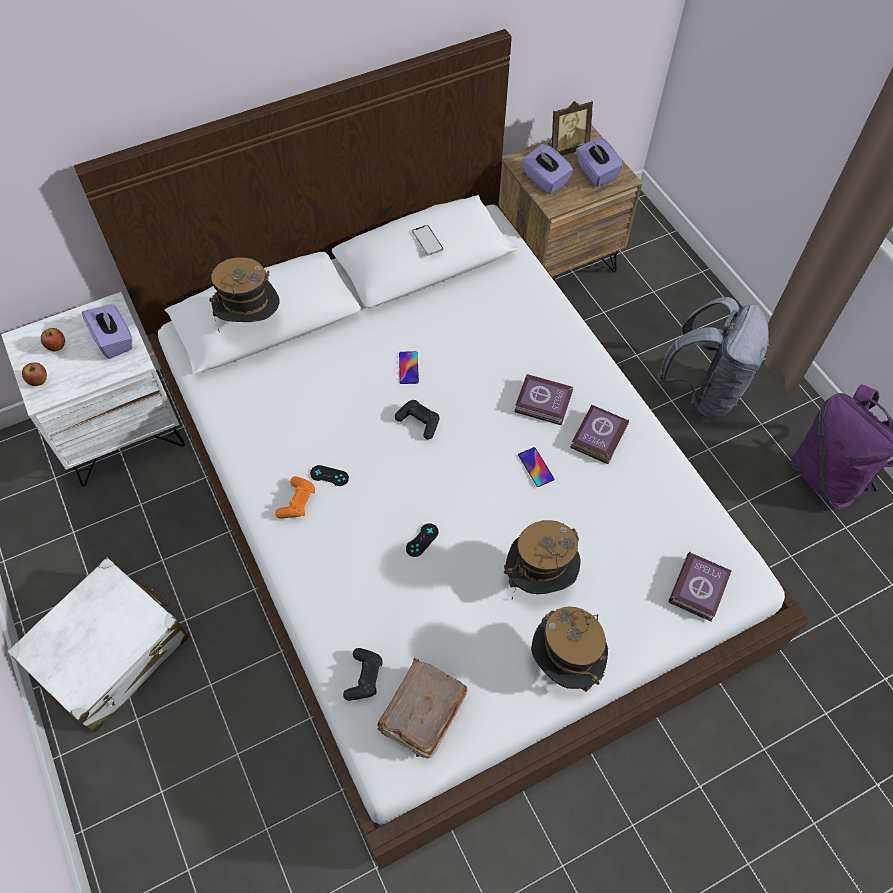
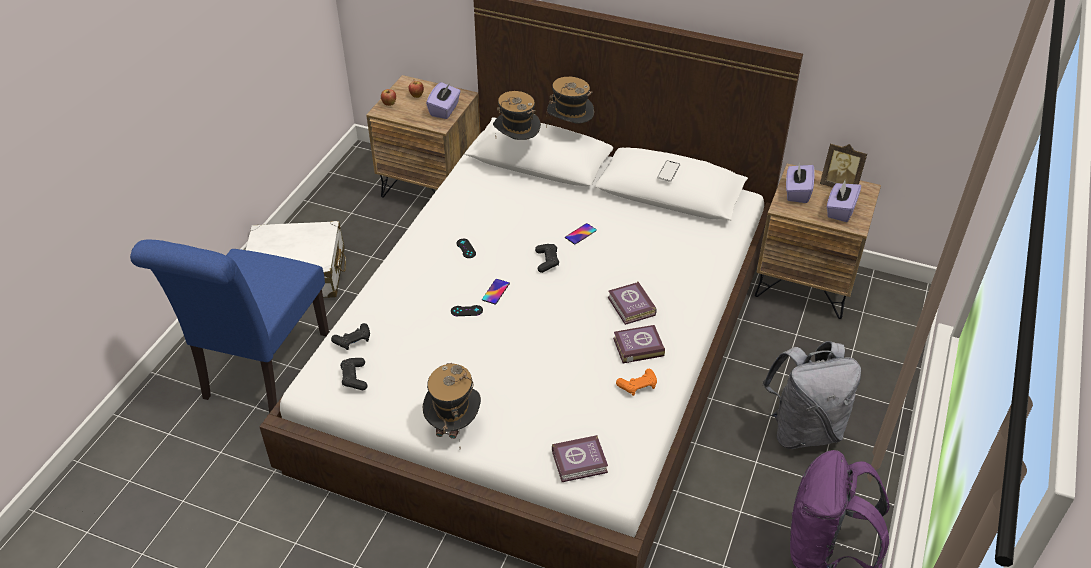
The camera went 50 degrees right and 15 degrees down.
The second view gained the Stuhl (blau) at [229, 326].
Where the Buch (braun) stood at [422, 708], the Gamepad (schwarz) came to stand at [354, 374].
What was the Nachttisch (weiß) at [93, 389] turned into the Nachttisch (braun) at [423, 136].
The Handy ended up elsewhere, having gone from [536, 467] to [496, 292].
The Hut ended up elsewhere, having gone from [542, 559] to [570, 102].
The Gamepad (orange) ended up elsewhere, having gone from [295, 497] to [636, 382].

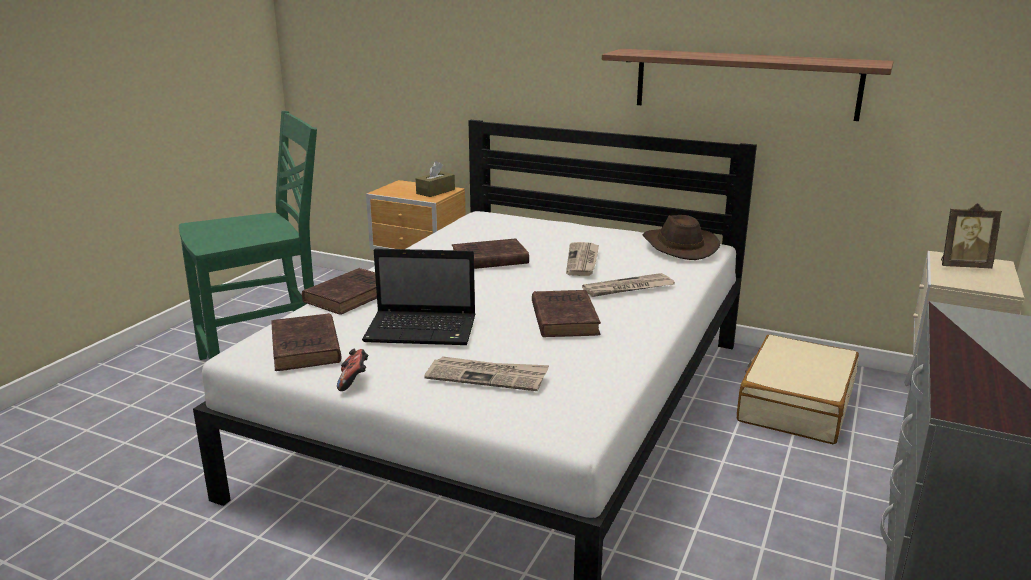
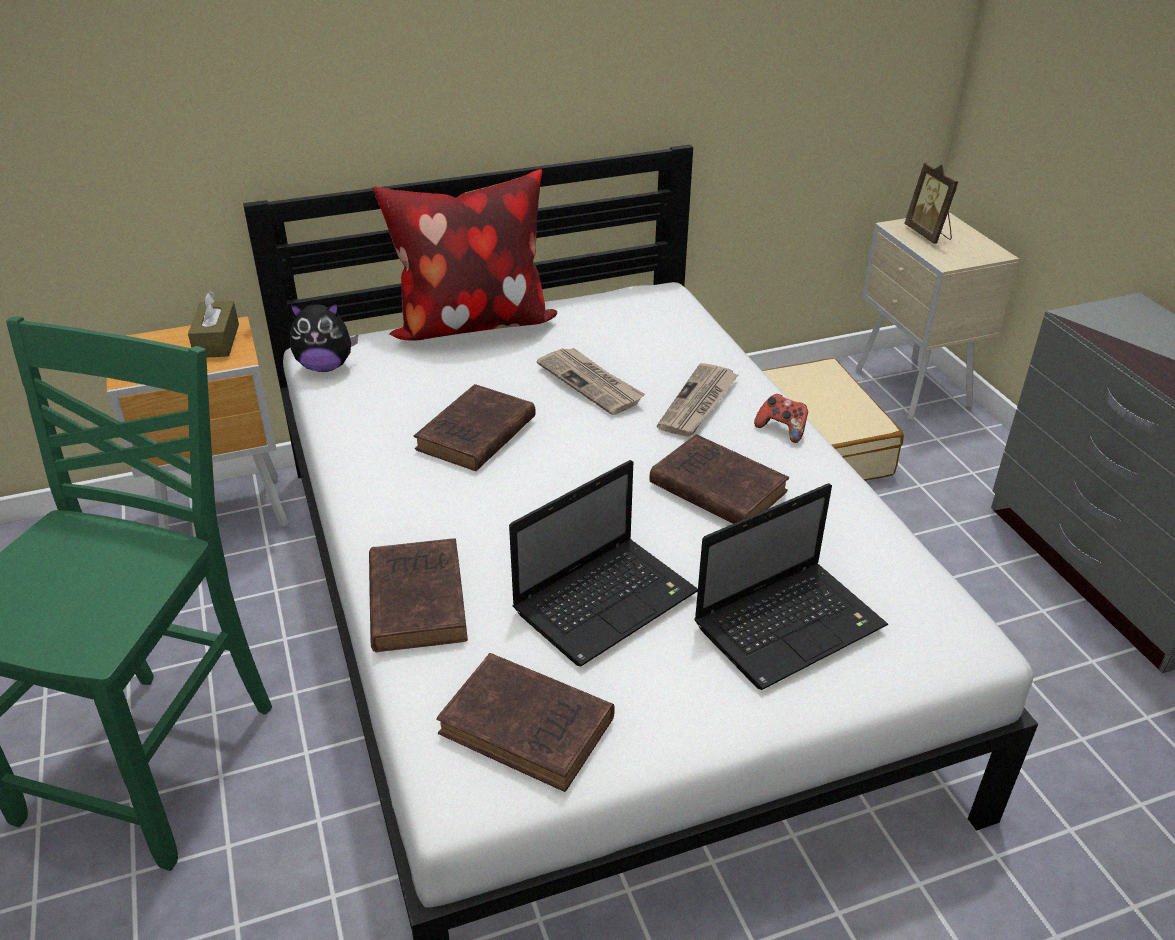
The camera went 45 degrees left and 15 degrees up.
The second view gained the Plüschtier at [324, 337].
The second view gained the Kissen at [464, 254].
Where the Zeitung stood at [486, 373], the Laptop came to stand at [791, 586].
The Gamepad ended up elsewhere, having gone from [352, 370] to [781, 418].
The Bilderrahmen at [971, 235] ended up facing another way, 105 degrees clockwise from before.
The second view lost the Wandregal at [748, 85].
The second view lost the Hut (braun) at [681, 237].

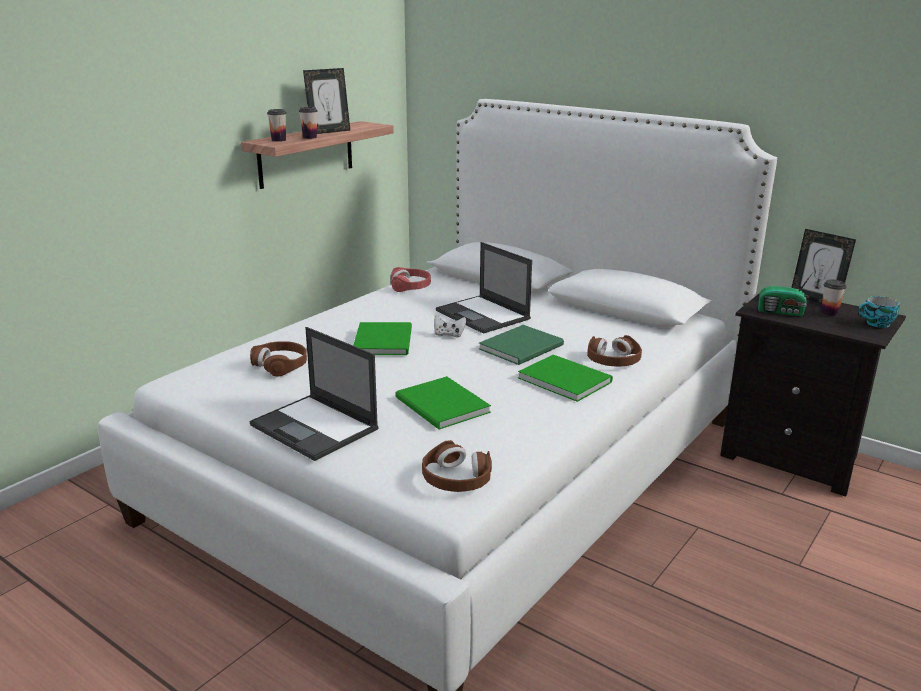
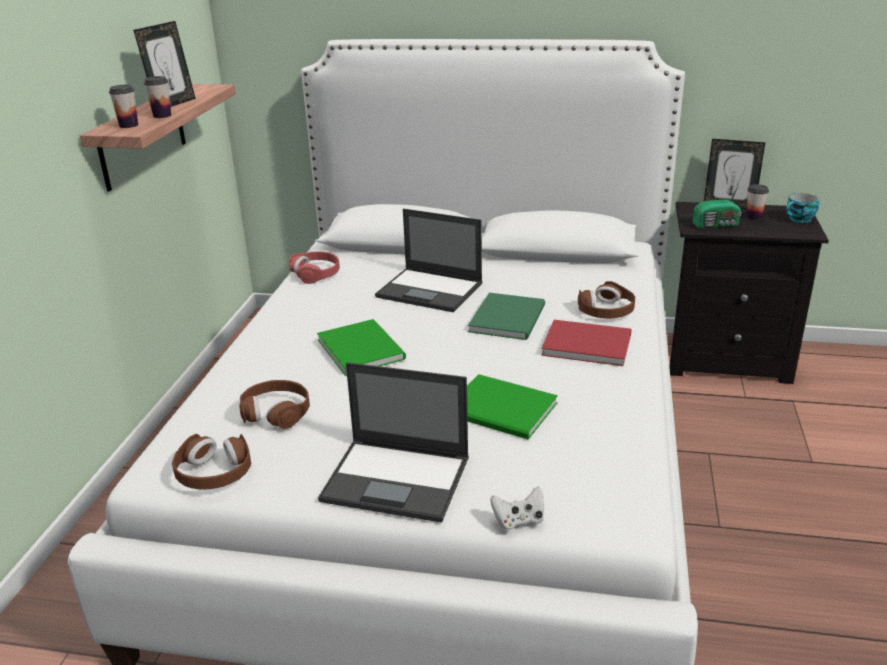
The camera went 25 degrees left and 5 degrees up.
The Kopfhörer (braun) ended up elsewhere, having gone from [457, 466] to [211, 462].
The Gamepad (weiß) ended up elsewhere, having gone from [450, 326] to [517, 508].
What was the Buch (grün) at [565, 378] turned into the Buch (rot) at [586, 343].

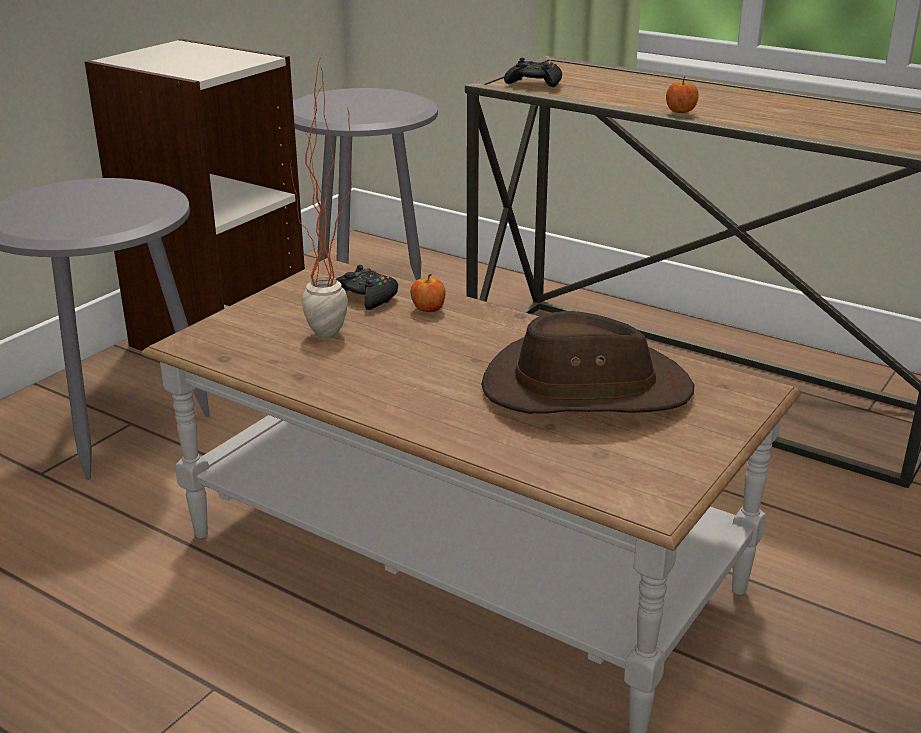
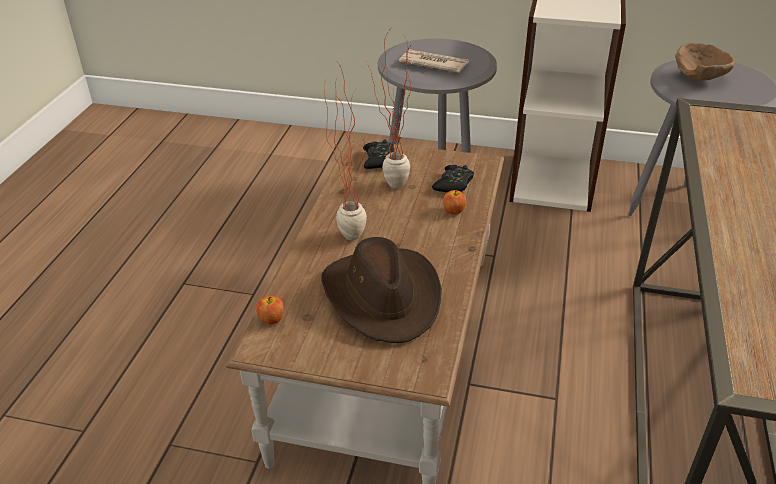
The camera went 70 degrees right and 10 degrees up.
The Apfel ended up elsewhere, having gone from [682, 94] to [270, 310].
The second view gained the Topfpflanze at [345, 151].
The Gamepad (schwarz) ended up elsewhere, having gone from [533, 72] to [378, 154].
The second view gained the Zeitung at [434, 61].
The second view gained the Schüssel (braun) at [705, 62].

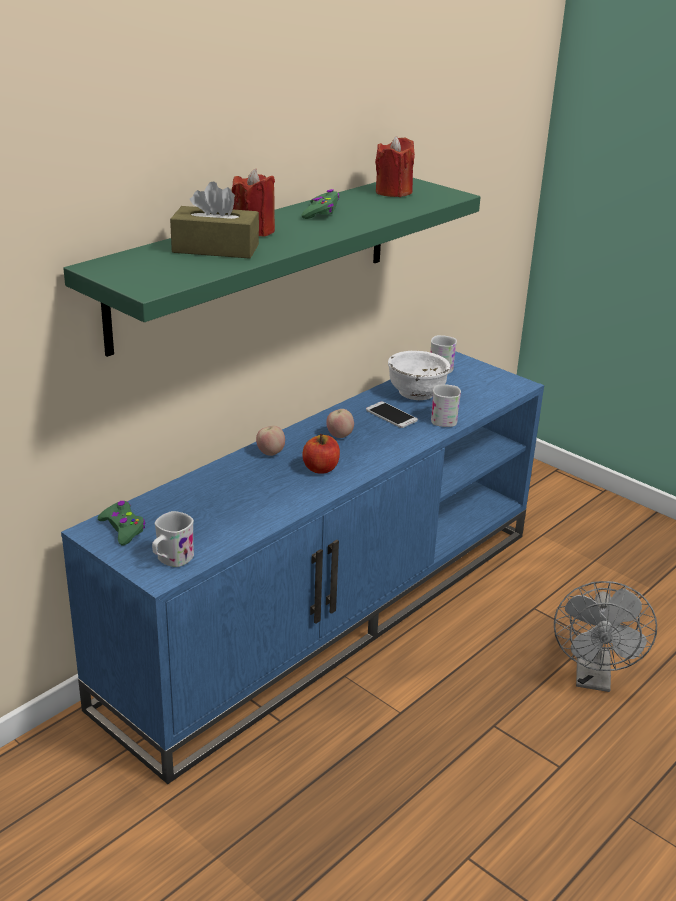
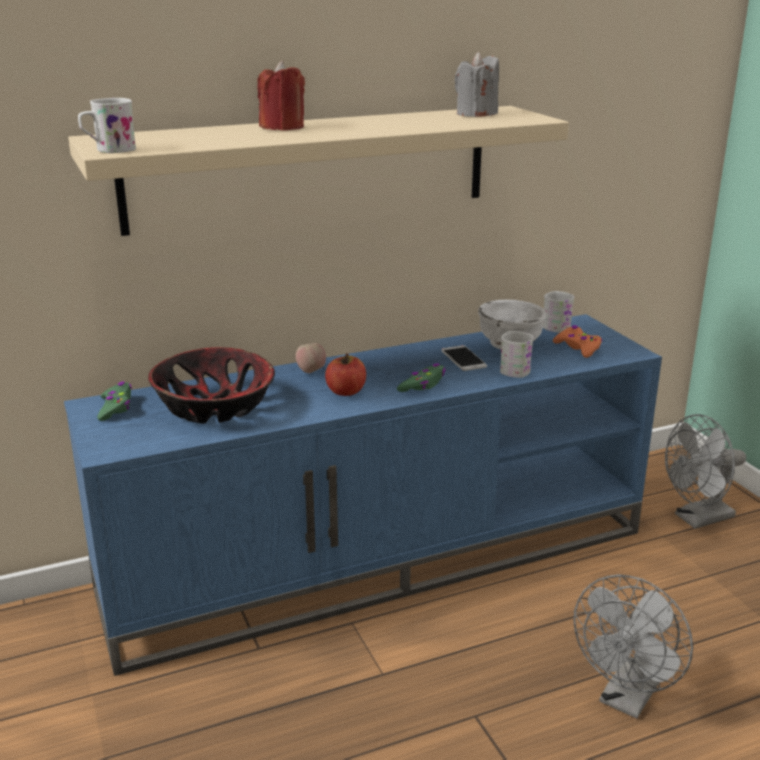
The camera went 25 degrees right and 5 degrees down.
What was the Wandregal (grün) at [272, 267] turned into the Wandregal (beige) at [318, 171].
The Henkelbecher (weiß) ended up elsewhere, having gone from [173, 539] to [107, 125].
The second view gained the Schüssel at [211, 385].
The Gamepad (grün) ended up elsewhere, having gone from [320, 204] to [421, 377].
What was the Kerze (rot) at [395, 166] turned into the Kerze (grau) at [477, 84].
The second view gained the Gamepad (orange) at [577, 341].
The second view gained the Ventilator (grau) at [705, 471].
The second view lost the Taschentuchbox (braun) at [214, 220].
The second view lost the Apfel at [340, 423].

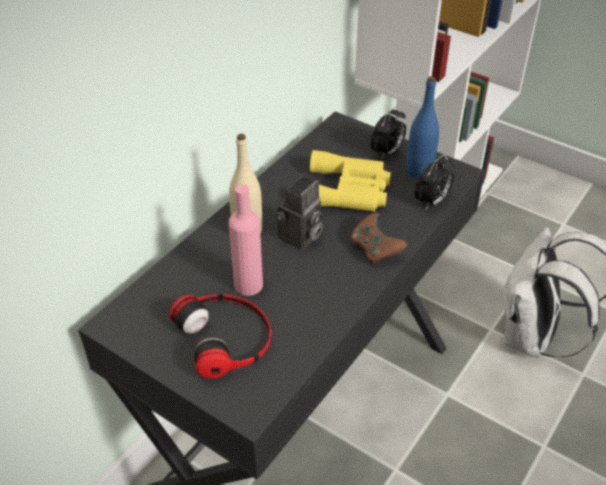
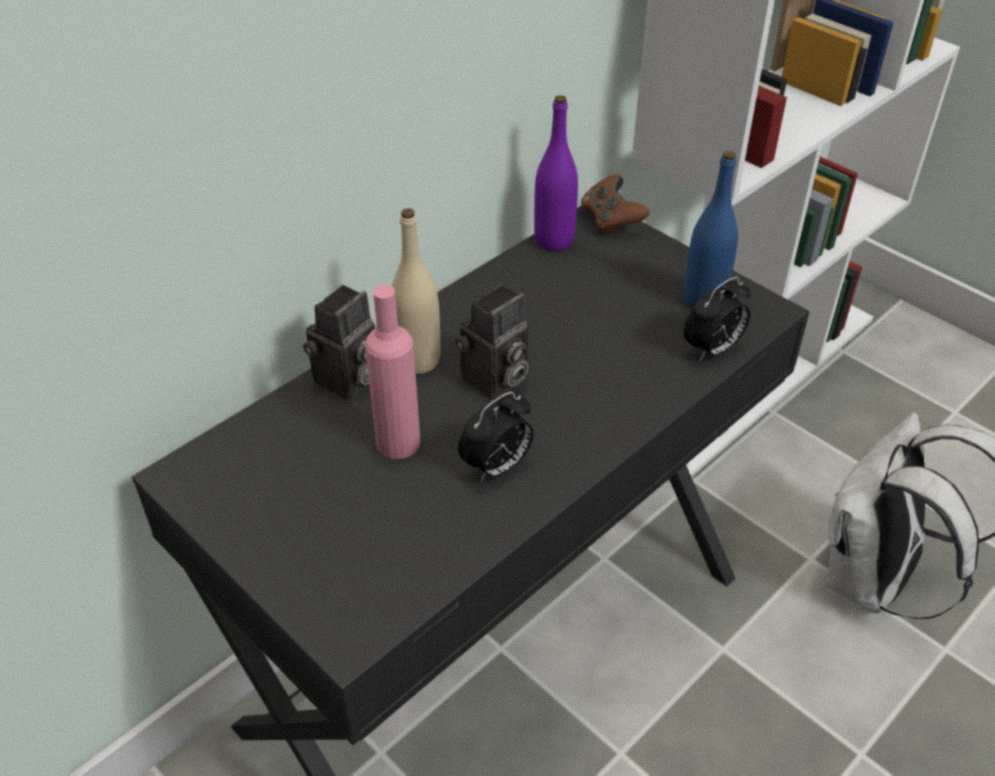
The camera went 10 degrees right and 0 degrees up.
The second view gained the Kamera at [339, 342].
The Wecker ended up elsewhere, having gone from [388, 133] to [495, 437].
The second view gained the Flasche (lila) at [556, 173].
The Gamepad (braun) ended up elsewhere, having gone from [378, 238] to [615, 204].
The second view lost the Kopfhörer at [220, 336].
The second view lost the Fernglas (gelb) at [350, 181].

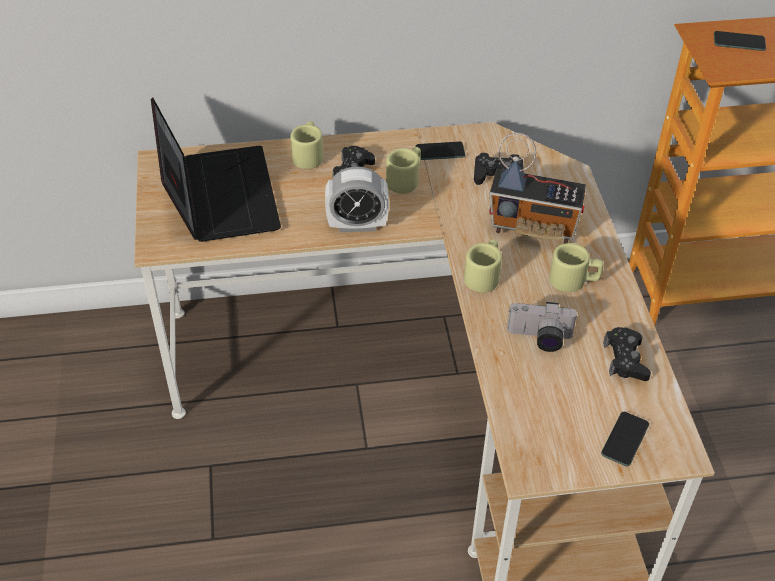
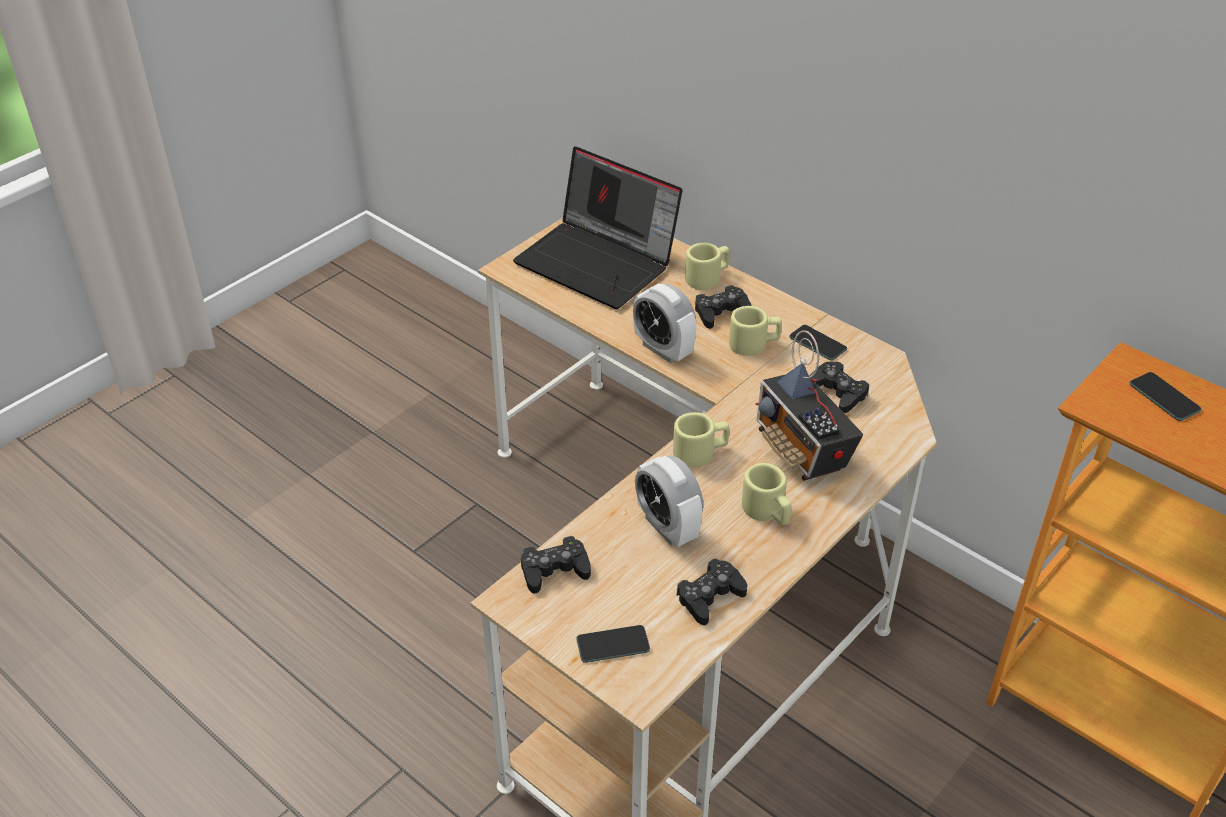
The camera went 50 degrees right and 5 degrees down.
The Laptop at [216, 169] ended up facing another way, 90 degrees clockwise from before.
The second view gained the Gamepad (schwarz) at [556, 565].
Where the Kamera stood at [542, 327], the Wecker came to stand at [669, 501].

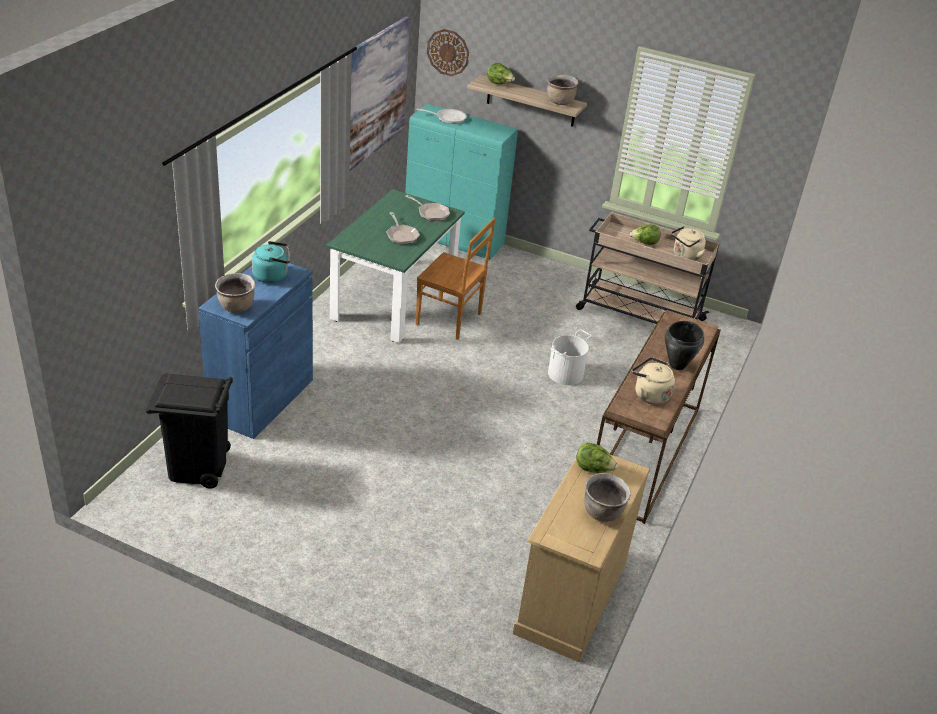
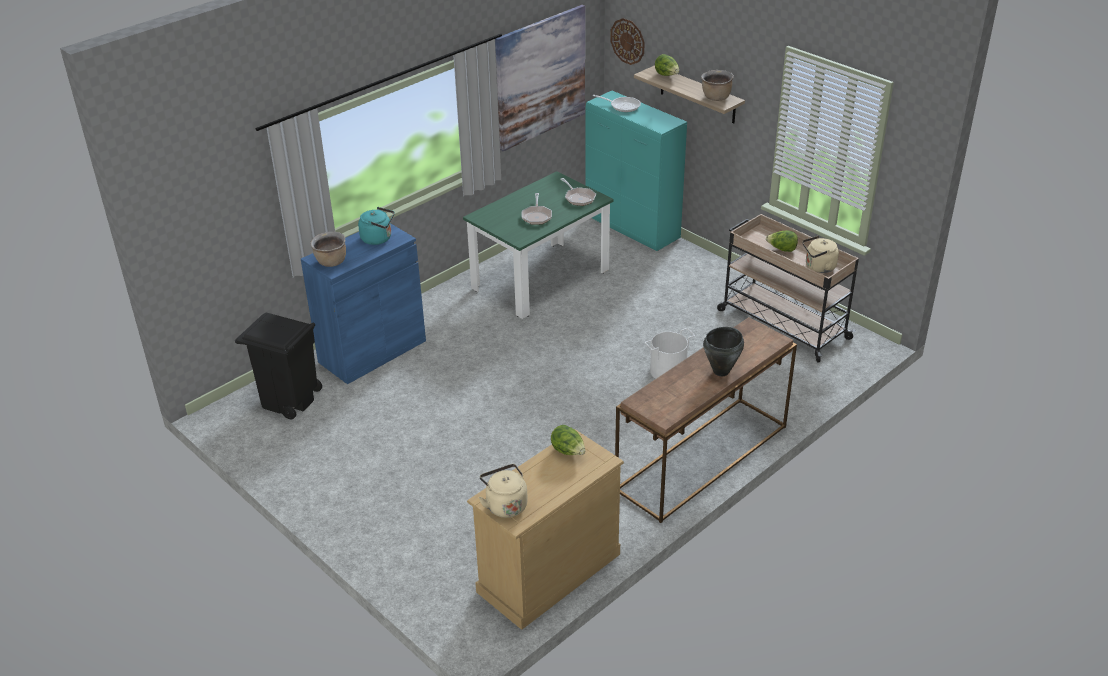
The camera went 25 degrees right and 0 degrees up.
The Wasserkessel (beige) ended up elsewhere, having gone from [653, 381] to [503, 491].
The second view lost the Stuhl (braun) at [455, 279].
The second view lost the Kochtopf (braun) at [607, 497].

